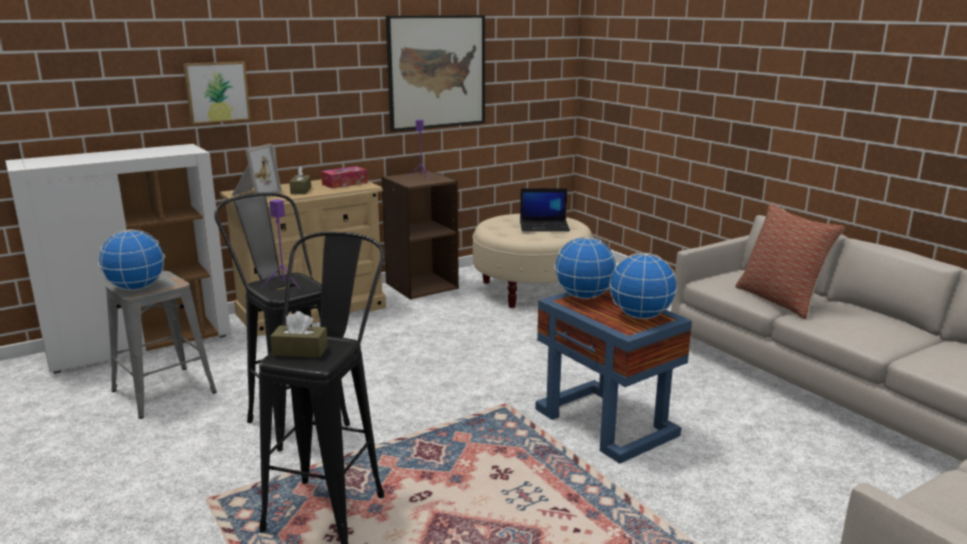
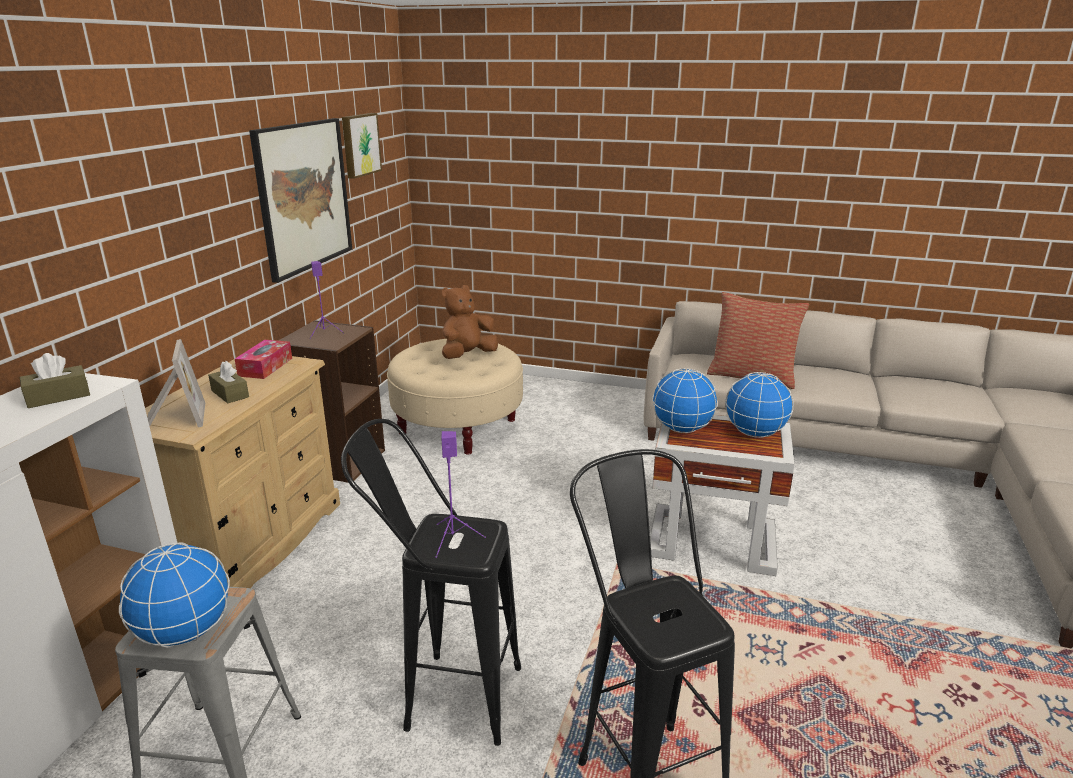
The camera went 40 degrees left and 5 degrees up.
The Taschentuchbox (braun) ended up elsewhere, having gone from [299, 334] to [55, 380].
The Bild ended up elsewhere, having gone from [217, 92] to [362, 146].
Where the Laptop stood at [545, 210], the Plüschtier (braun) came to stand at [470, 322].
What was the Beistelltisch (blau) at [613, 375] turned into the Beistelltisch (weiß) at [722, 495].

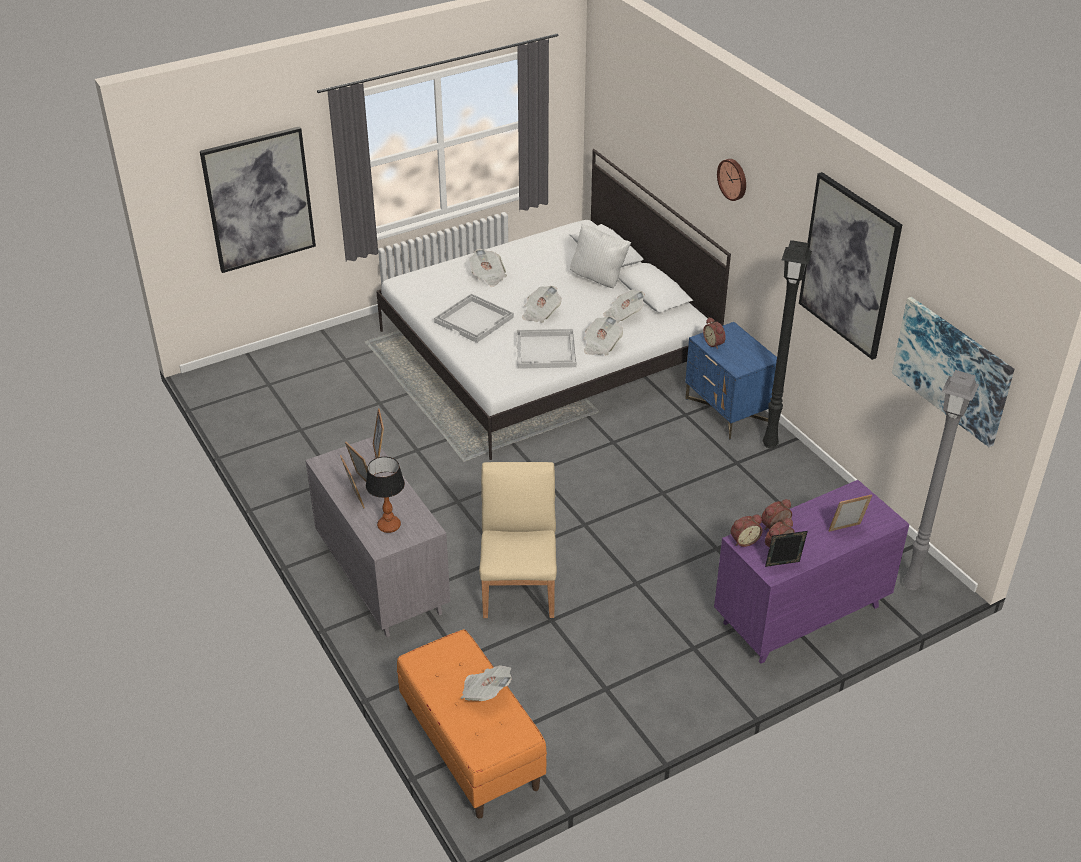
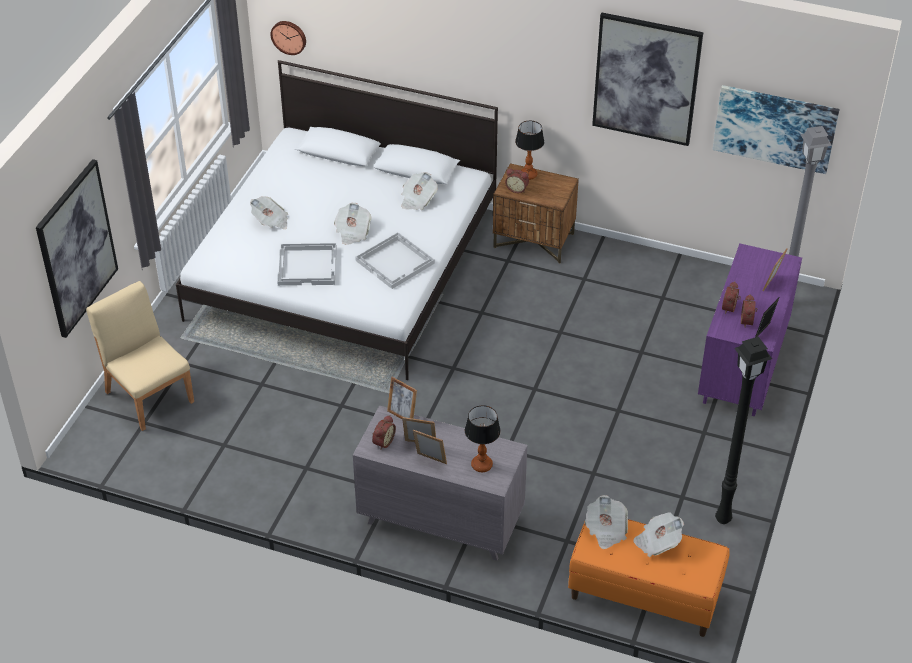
The camera went 40 degrees left and 5 degrees up.
The Stuhl (beige) ended up elsewhere, having gone from [518, 540] to [140, 356].
The Wanduhr ended up elsewhere, having gone from [731, 180] to [288, 38].
The Wecker ended up elsewhere, having gone from [746, 531] to [384, 432].
What was the Nachttisch (blau) at [731, 381] turned into the Nachttisch (braun) at [536, 213].
The second view gained the Tischlampe at [529, 150].
The Zeitung ended up elsewhere, having gone from [603, 335] to [606, 522].
The Stehlampe (schwarz) ended up elsewhere, having gone from [787, 344] to [743, 430].
The second view lost the Kissen (weiß) at [600, 256].

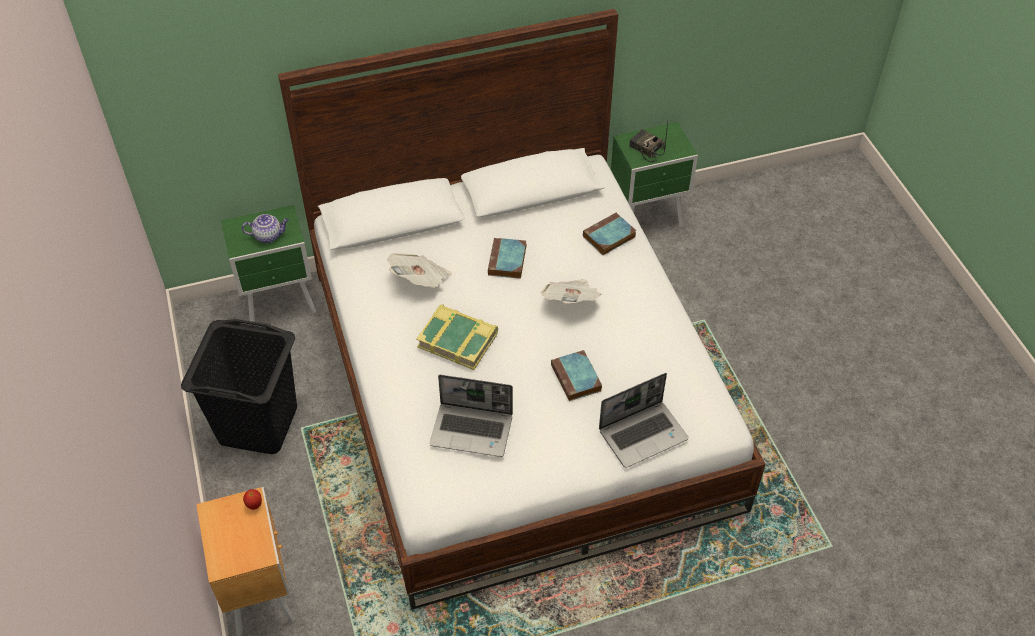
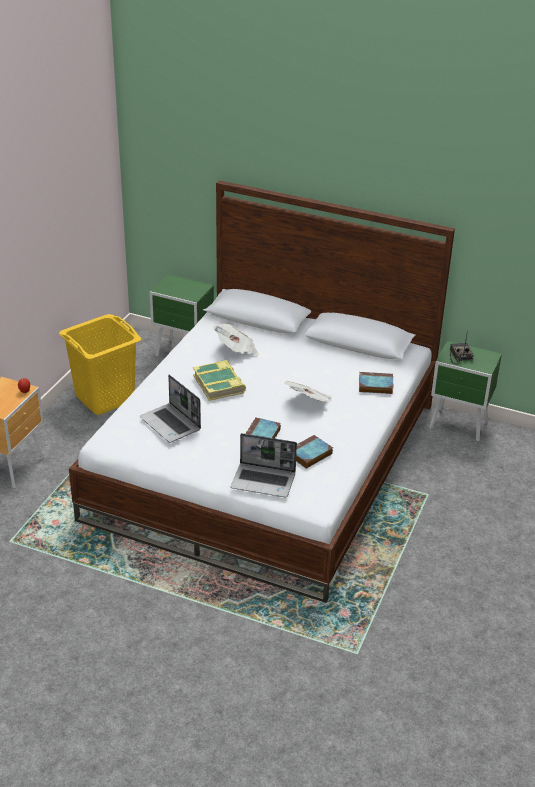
The camera went 40 degrees right and 15 degrees down.
What was the Wäschekorb (schwarz) at [239, 386] turned into the Wäschekorb (gelb) at [100, 364].
The Buch ended up elsewhere, having gone from [507, 258] to [314, 452].
The second view lost the Teekanne at [265, 228].

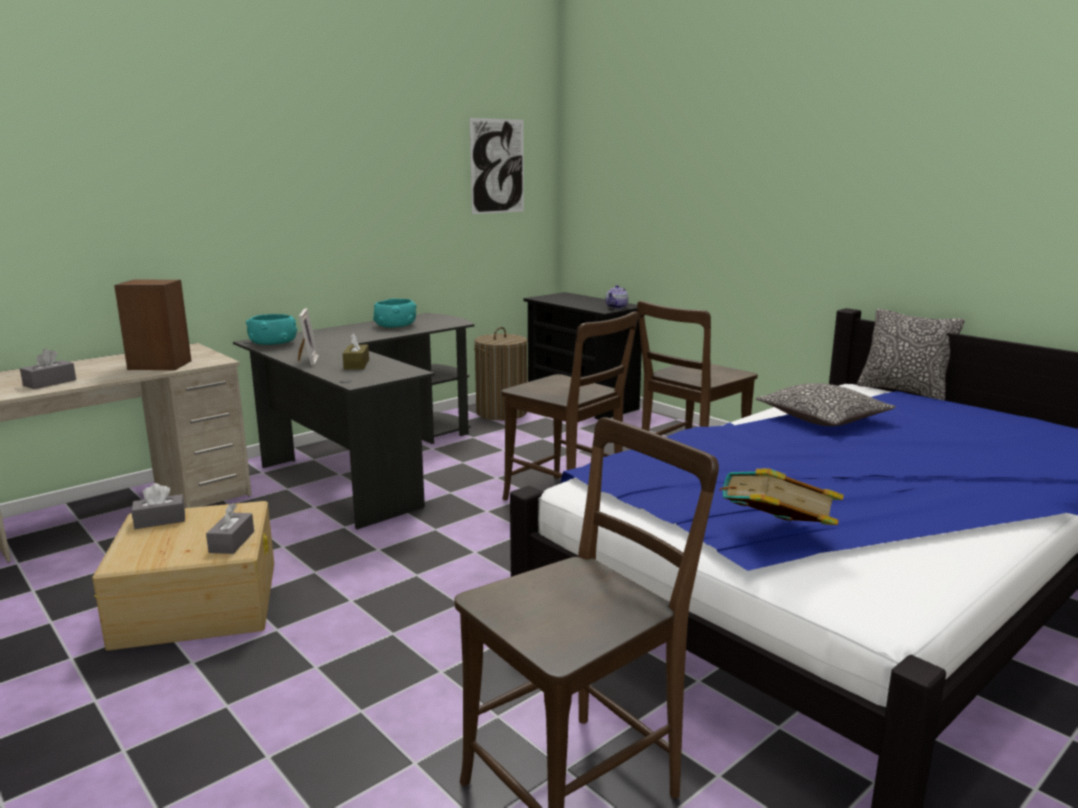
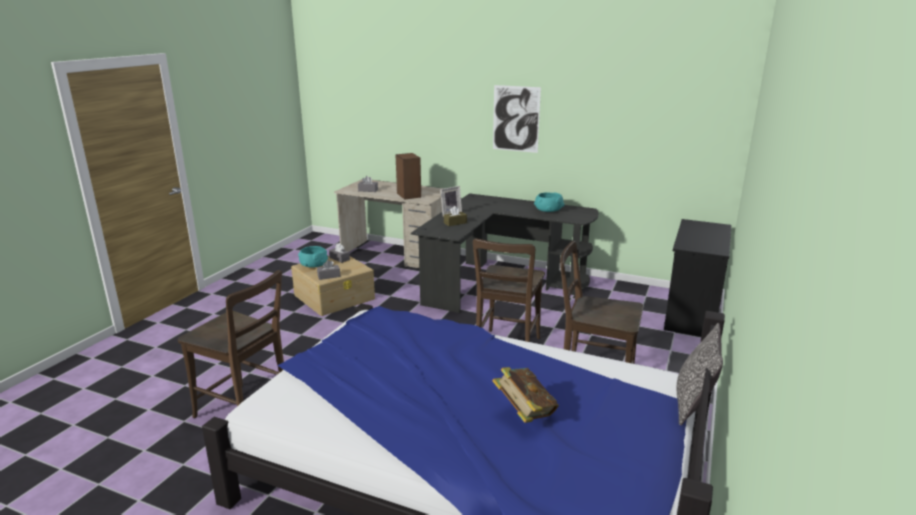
The camera went 65 degrees right and 5 degrees up.
The Schüssel (türkis) ended up elsewhere, having gone from [271, 329] to [313, 257].
The Buch ended up elsewhere, having gone from [781, 496] to [525, 395].
The Bild ended up elsewhere, having gone from [497, 166] to [517, 119].
The second view lost the Wäschekorb at [501, 373].
The second view lost the Teekanne at [616, 297].
The second view lost the Kissen at [826, 404].

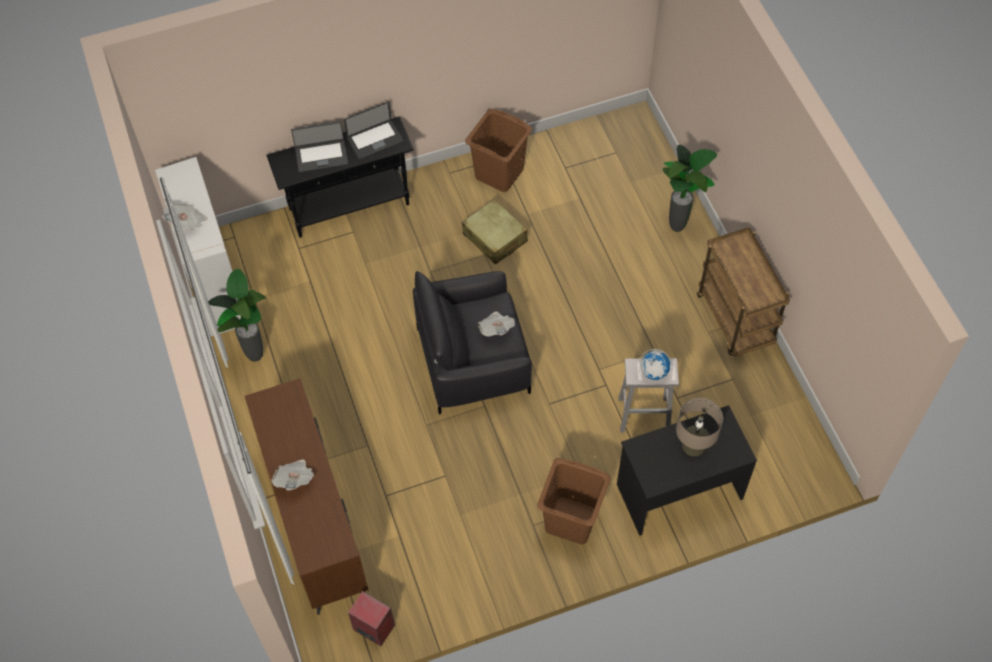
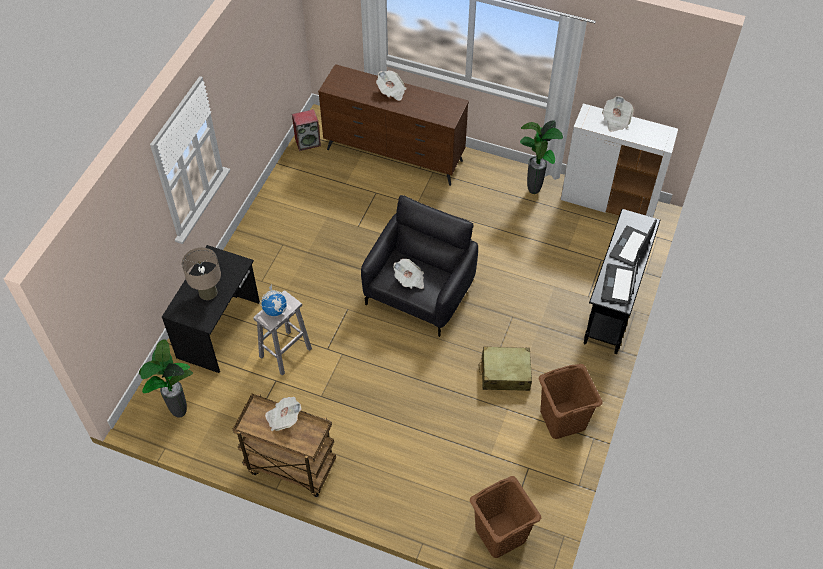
The camera went 130 degrees right and 5 degrees down.
The Topfpflanze ended up elsewhere, having gone from [689, 188] to [166, 378].
The second view gained the Zeitung at [283, 414].
The Wäschekorb (braun) ended up elsewhere, having gone from [573, 501] to [505, 517].

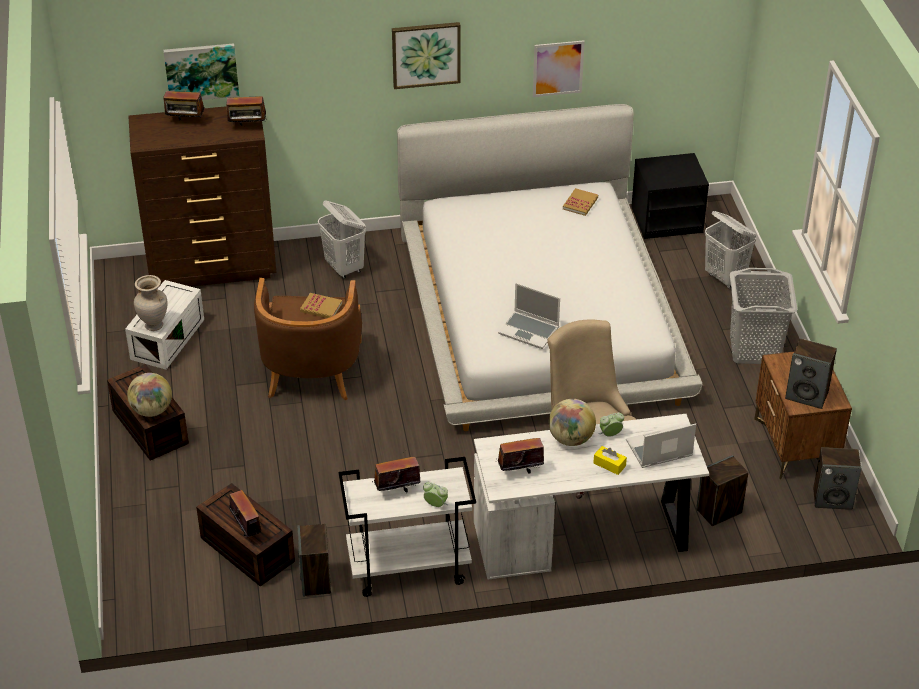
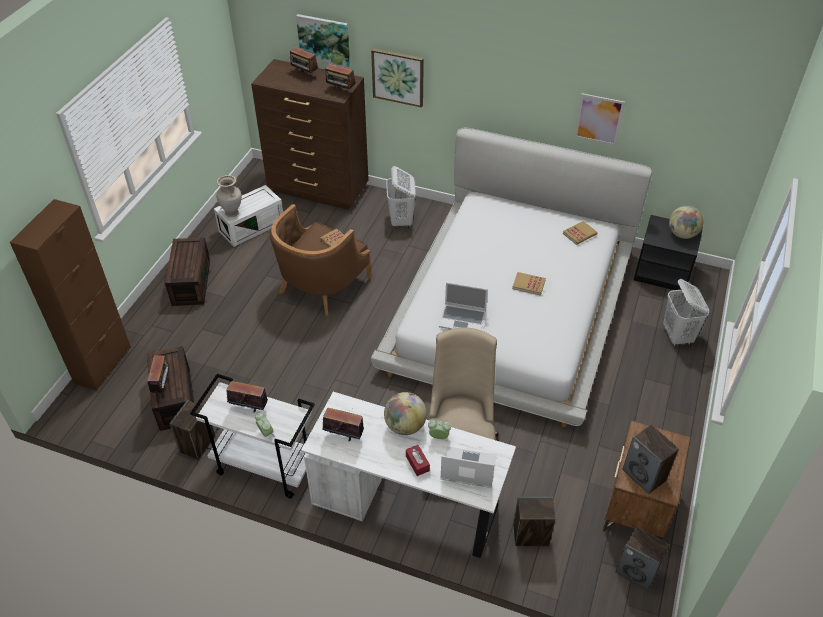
The camera went 30 degrees right and 5 degrees up.
The second view gained the Schrank (braun) at [70, 295].
The Bild ended up elsewhere, having gone from [426, 55] to [397, 78].
What was the Taschentuchbox (gelb) at [610, 460] turned into the Taschentuchbox (rot) at [418, 460].
The Laptop at [529, 316] ended up facing another way, 45 degrees counterclockwise from before.
The second view gained the Buch at [529, 284].
The Globus ended up elsewhere, having gone from [149, 395] to [686, 222].
The second view lost the Wäschekorb (grau) at [764, 316].

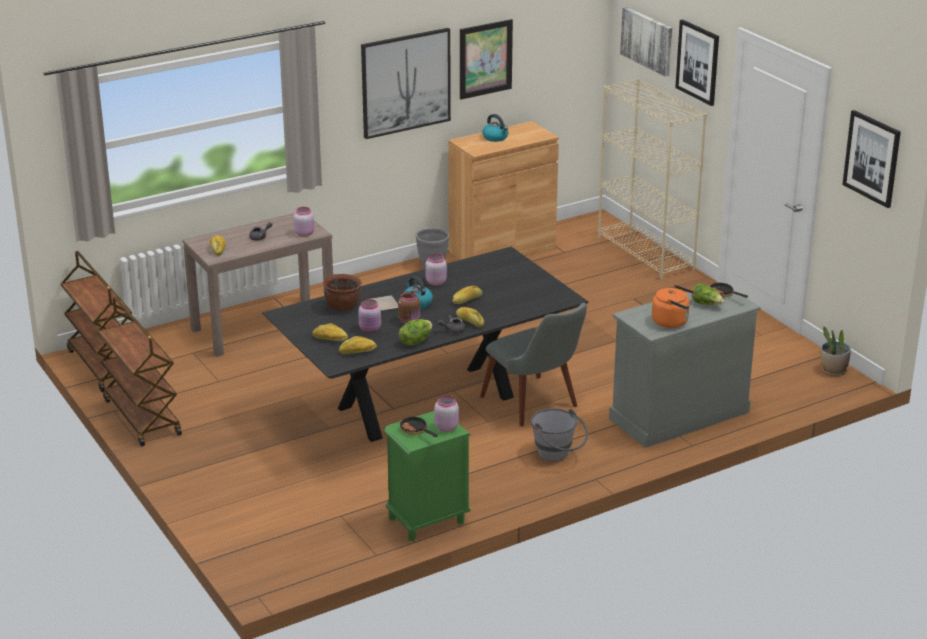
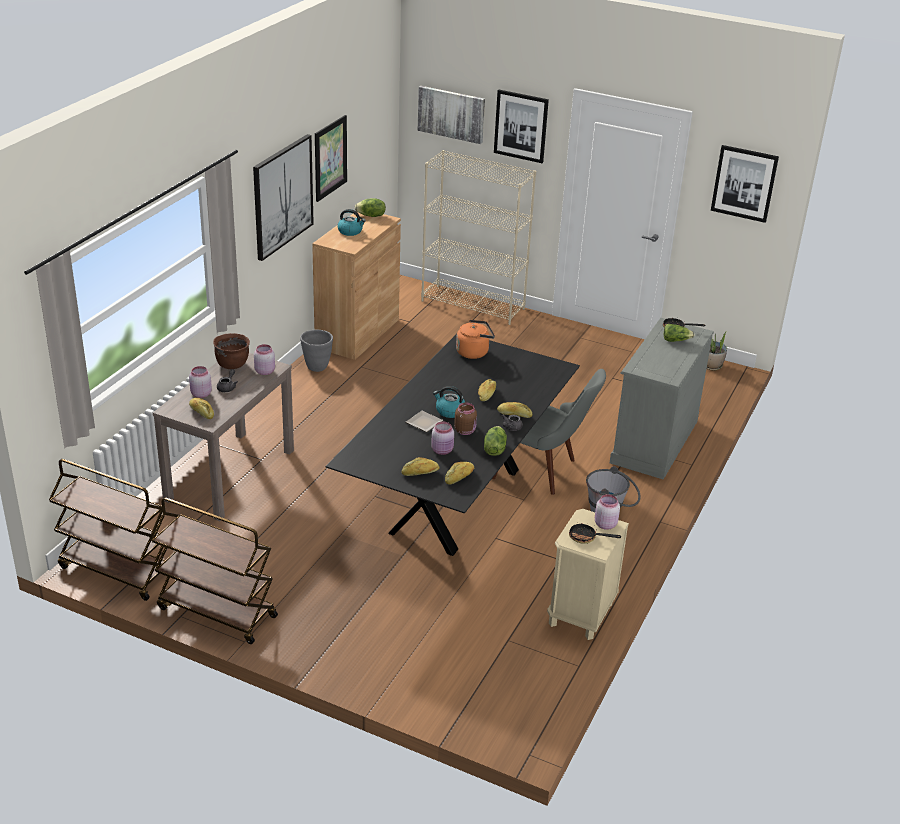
The camera went 35 degrees left and 5 degrees up.
The Vorratsglas (rosa) ended up elsewhere, having gone from [436, 270] to [200, 382].
The Kochtopf (braun) ended up elsewhere, having gone from [342, 292] to [231, 351].
The second view gained the Salatkopf at [370, 208].
The Wasserkessel (orange) ended up elsewhere, having gone from [673, 306] to [475, 339].
What was the Nachttisch (grün) at [427, 476] turned into the Nachttisch (beige) at [588, 574].

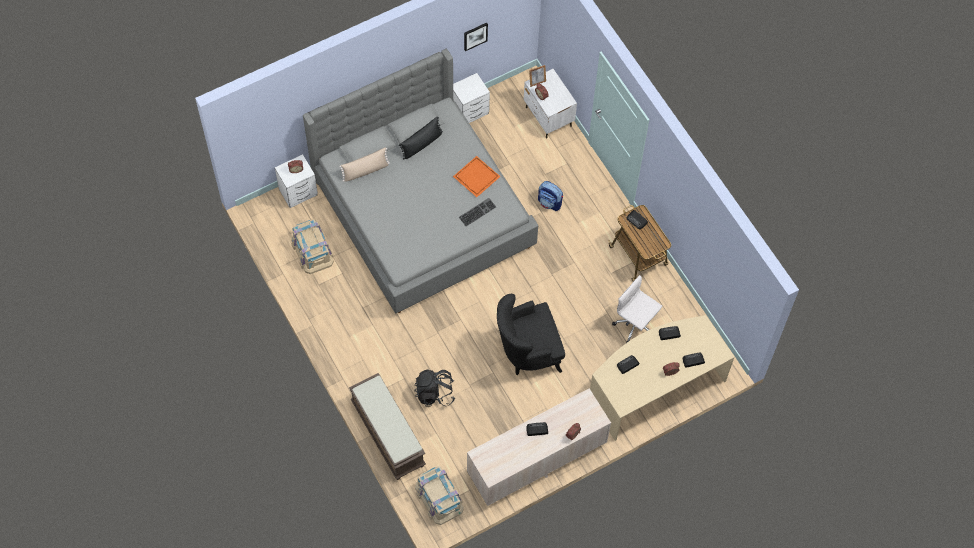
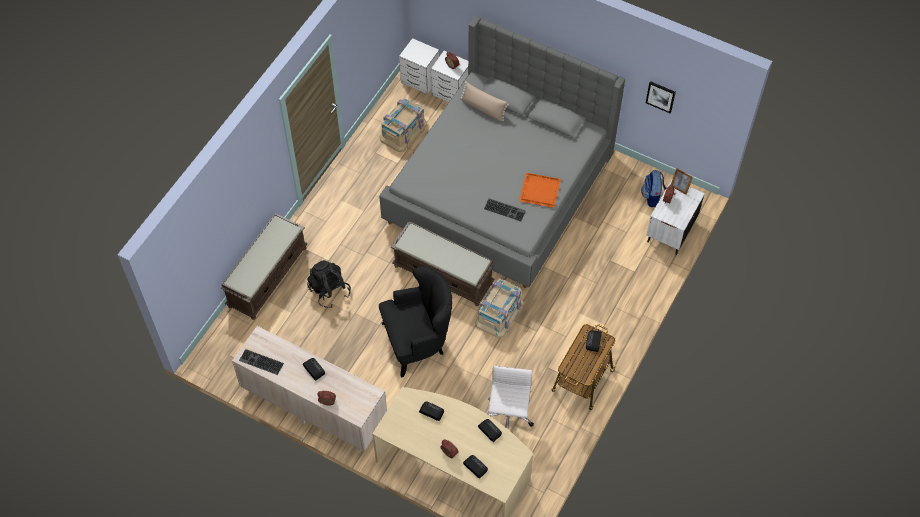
The camera went 60 degrees right and 5 degrees down.
The second view gained the Tastatur at [261, 362].
The Sessel (schwarz) at [531, 334] ended up facing another way, 120 degrees clockwise from before.
The second view gained the Bank (braun) at [443, 263].
The Nachttisch (weiß) ended up elsewhere, having gone from [471, 98] to [419, 66].
The Aufbewahrungsbox (beige) ended up elsewhere, having gone from [439, 495] to [499, 308].
The Rucksack ended up elsewhere, having gone from [550, 196] to [653, 188].
The second view lost the Kissen (schwarz) at [421, 138].

